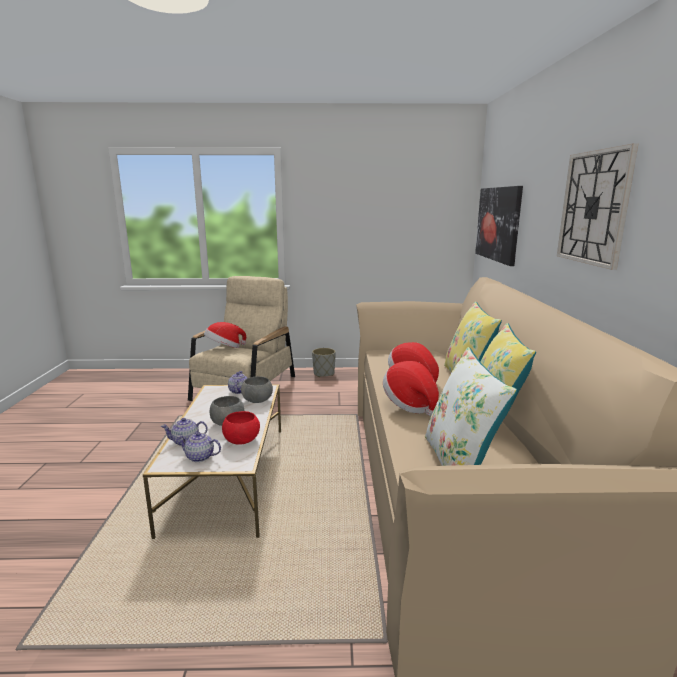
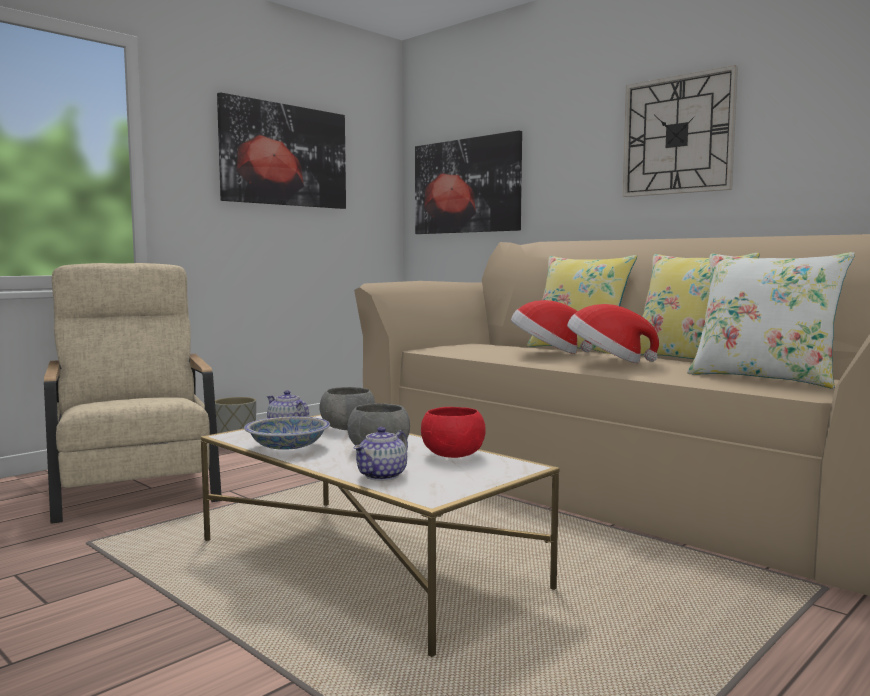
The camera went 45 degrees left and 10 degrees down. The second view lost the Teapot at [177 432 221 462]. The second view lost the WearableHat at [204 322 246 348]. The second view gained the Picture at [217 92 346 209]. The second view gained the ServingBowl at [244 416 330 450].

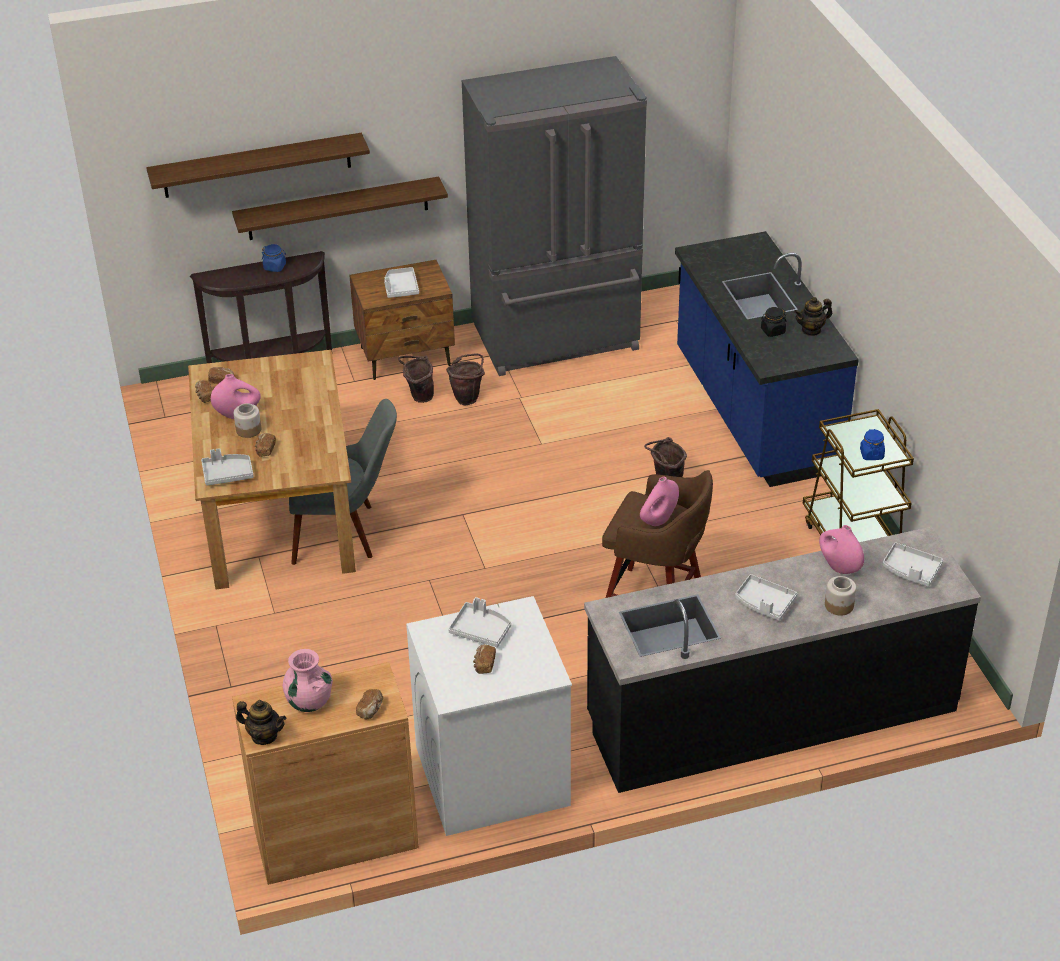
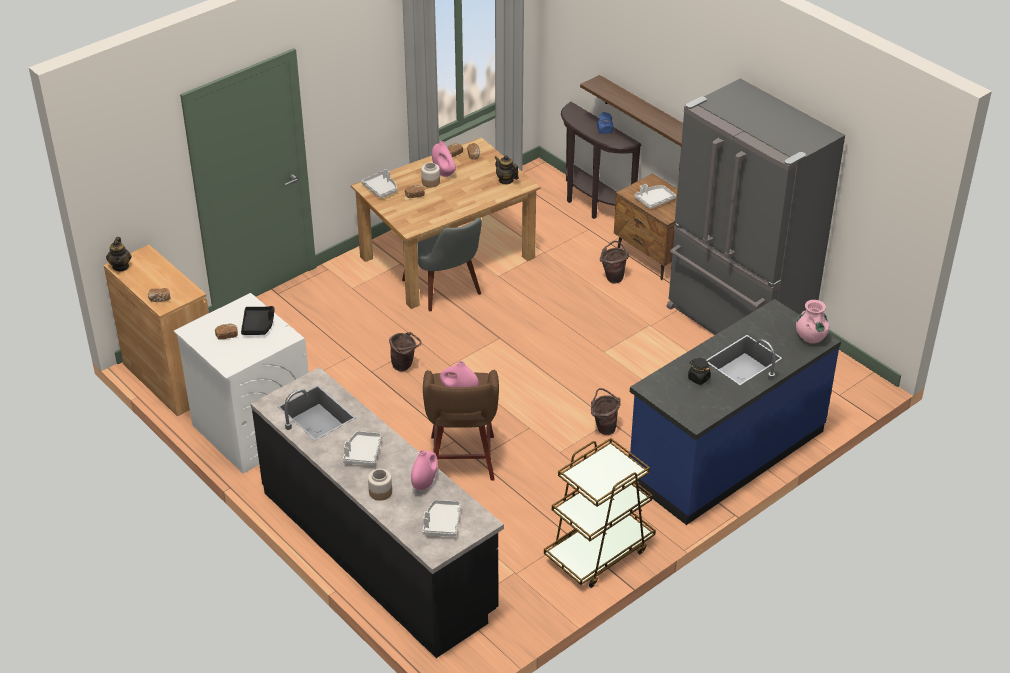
The camera went 65 degrees right and 0 degrees up. The second view lost the BracketShelf at [146 133 370 198]. The second view lost the BlueColouredStorageJar at [860 429 885 460]. The PinkDecorativeVase ended up elsewhere, having gone from [283 649 333 712] to [796 300 829 344]. The BrownishBucket ended up elsewhere, having gone from [446 353 485 405] to [389 332 422 371]. The Teapot ended up elsewhere, having gone from [794 297 832 336] to [494 155 519 185]. What was the WhiteTray at [448 597 511 647] turned into the BlackishTray at [241 306 275 335].

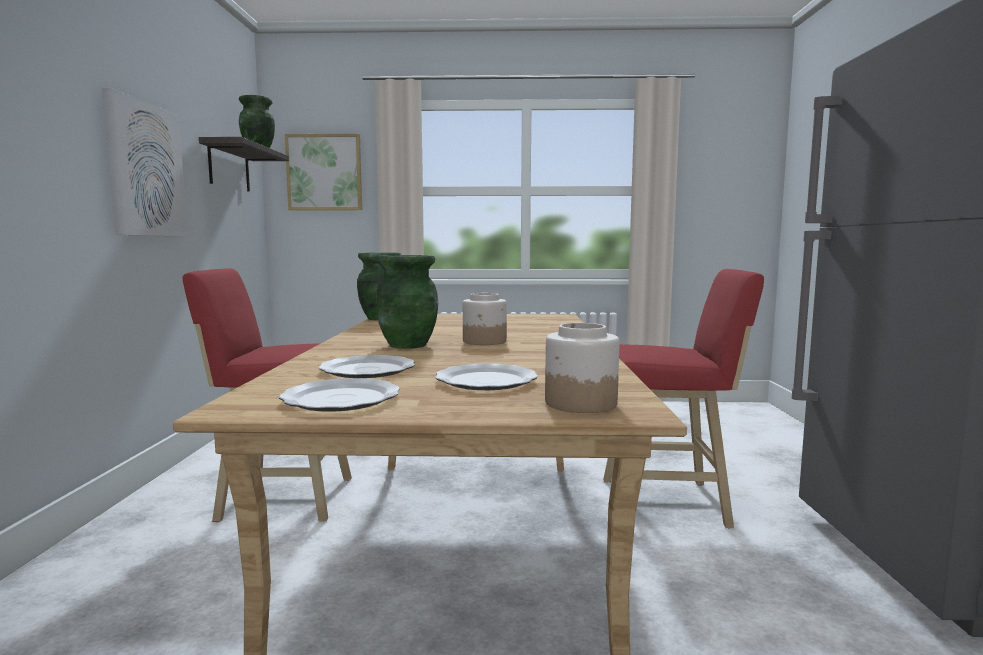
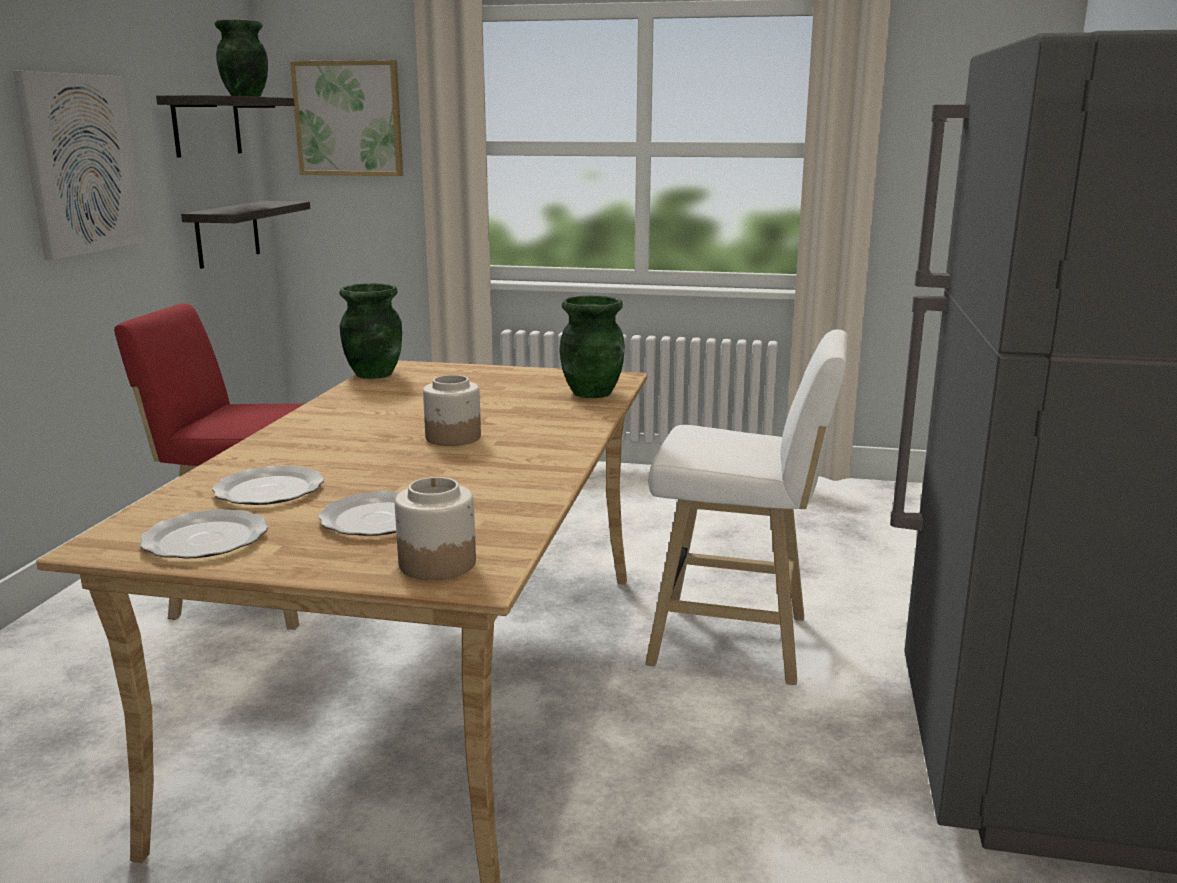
The camera went 10 degrees right and 10 degrees up. The second view gained the BracketShelf at [181 201 310 269]. The GreenishDecorativeVase ended up elsewhere, having gone from [375 255 438 349] to [559 296 625 398]. What was the ReddishStool at [603 269 764 529] turned into the WhiteStool at [645 329 848 685].

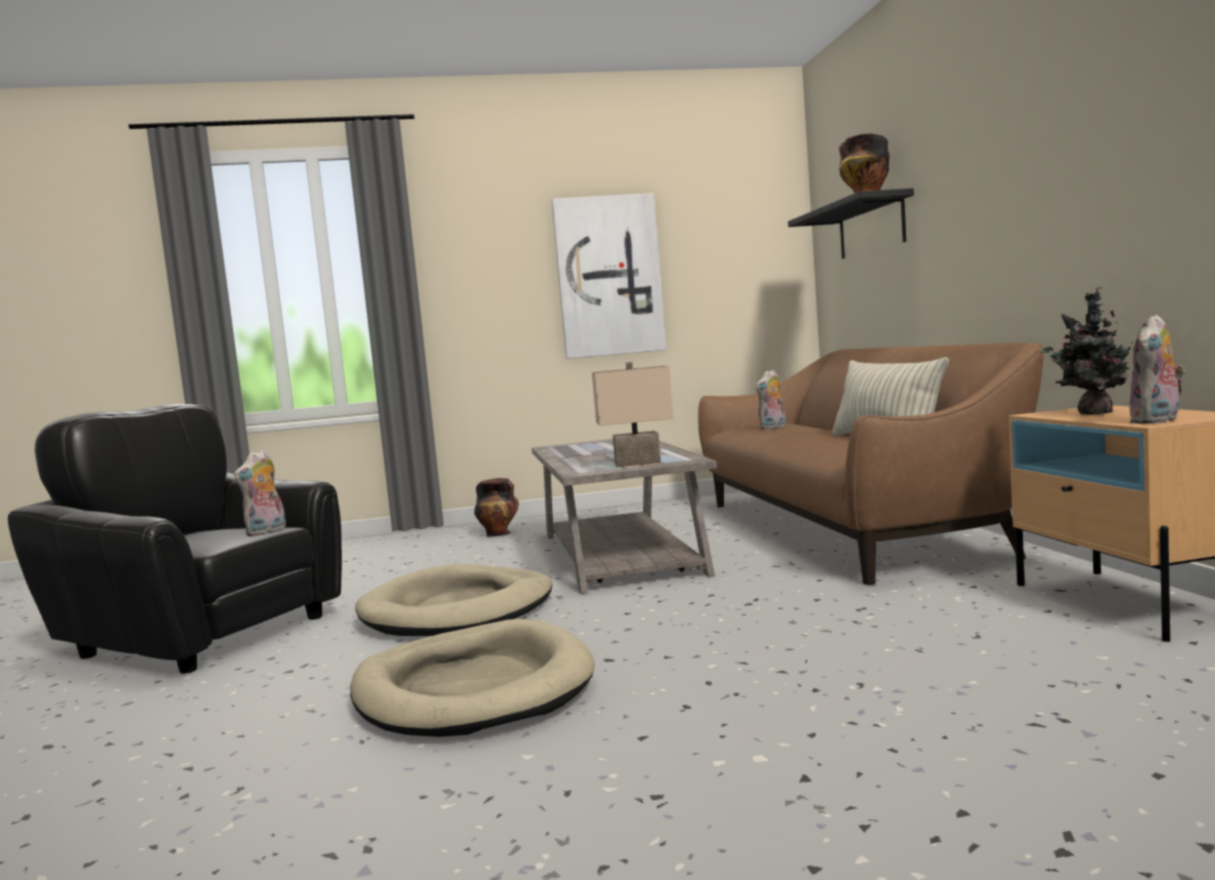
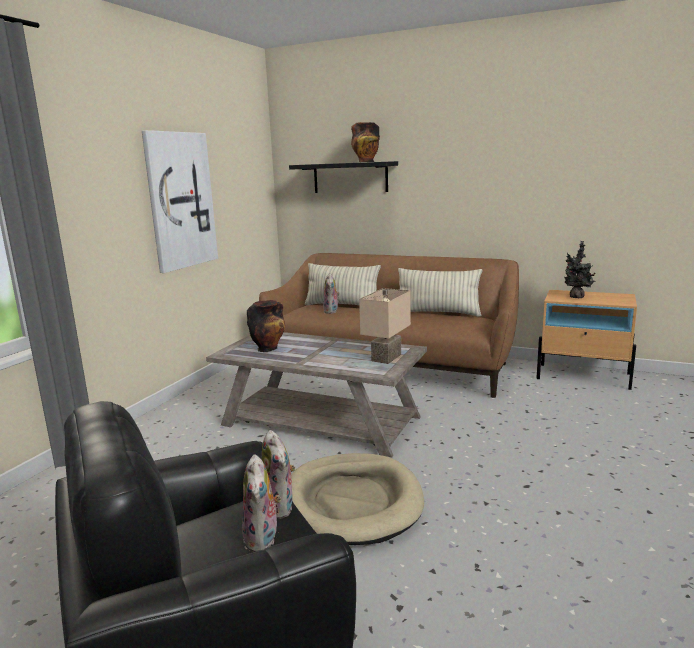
The camera went 55 degrees left and 10 degrees up. The second view lost the BeigeDogBed at [350 619 595 737]. The second view gained the Cushion at [305 263 381 305]. The DecorativeVase ended up elsewhere, having gone from [474 478 519 537] to [247 300 285 352]. The SoftToy ended up elsewhere, having gone from [1129 315 1186 424] to [242 454 281 552].

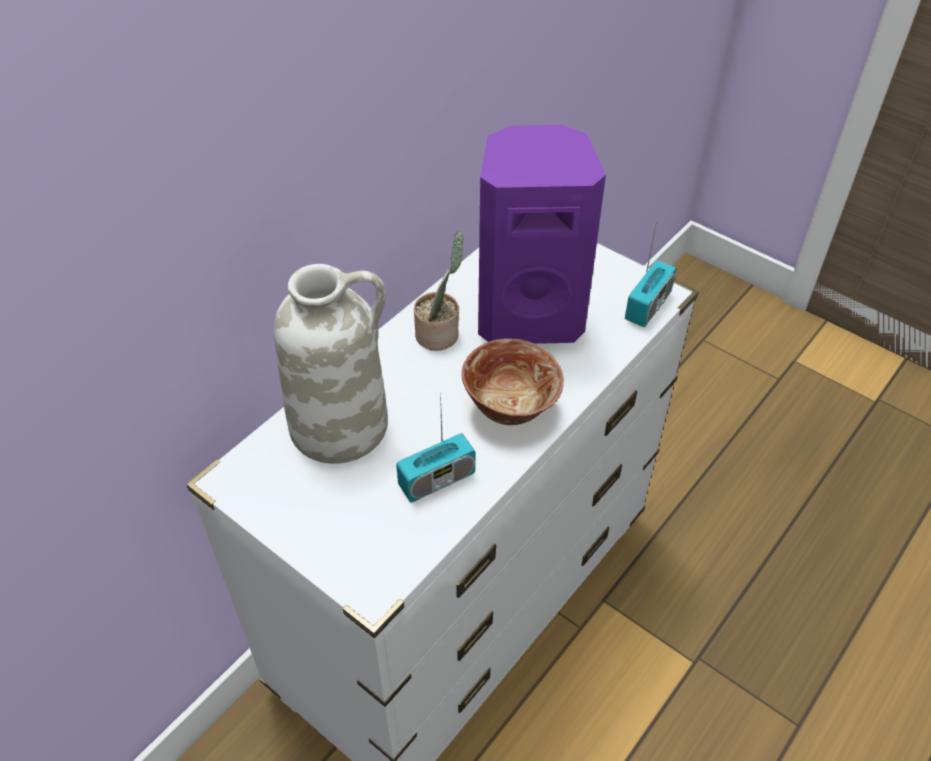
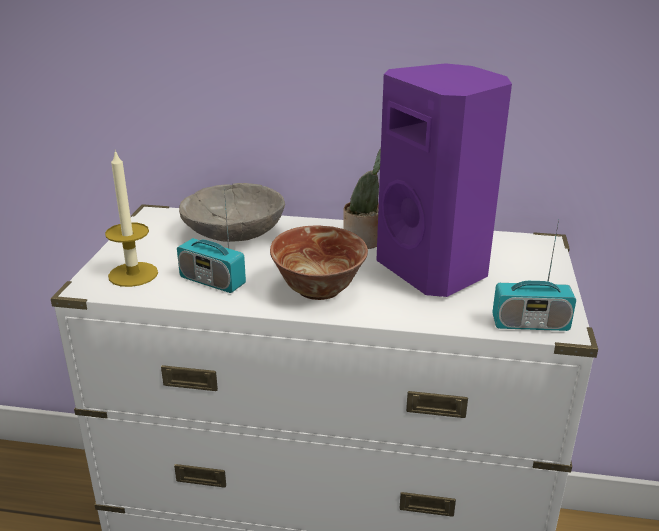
The camera went 60 degrees right and 20 degrees down. The second view gained the Candle at [105 149 158 287]. Where the WhiteDecorativeVase stood at [274 264 388 464], the GrayServingBowl came to stand at [179 183 285 242].

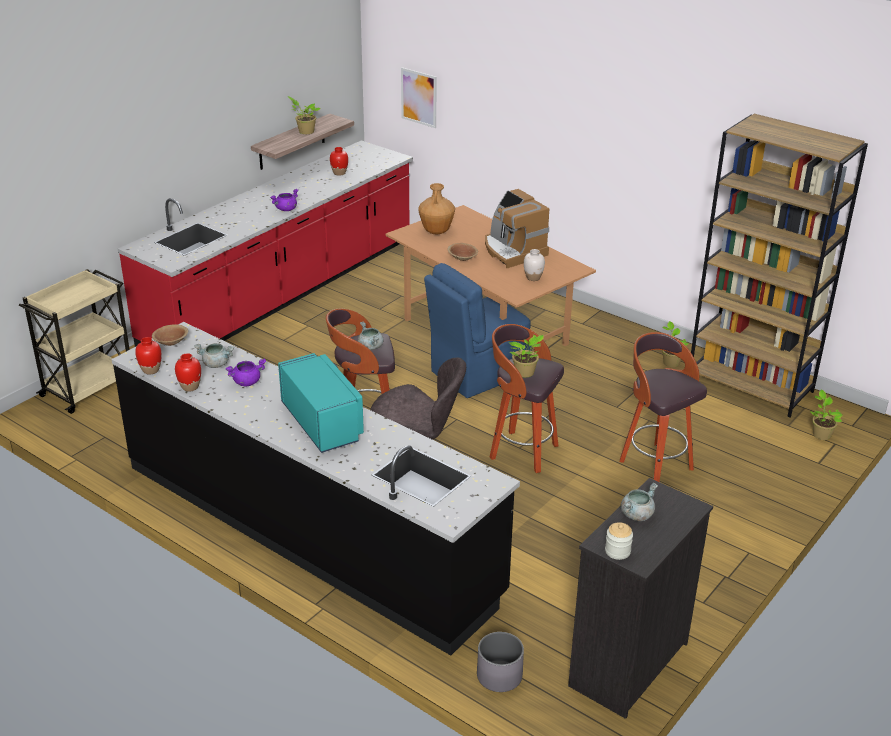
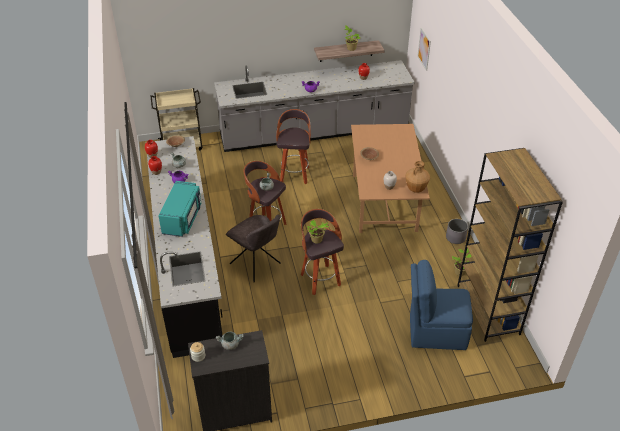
The camera went 40 degrees right and 10 degrees up. The second view lost the CoffeeBrewer at [485 189 549 268]. The second view lost the Houseplant at [810 389 843 440]. The BrownishDecorativeVase ended up elsewhere, having gone from [418 183 455 234] to [405 161 430 193]. The BlueColouredChair ended up elsewhere, having gone from [424 263 531 398] to [410 260 473 350]. The GrayPlantPot ended up elsewhere, having gone from [477 632 524 692] to [446 219 468 244]. The Stool ended up elsewhere, having gone from [620 332 707 482] to [276 109 311 184]. What was the ReddishKitchenBaseUnit at [118 140 413 347] turned into the GrayKitchenBaseUnit at [214 60 415 152].

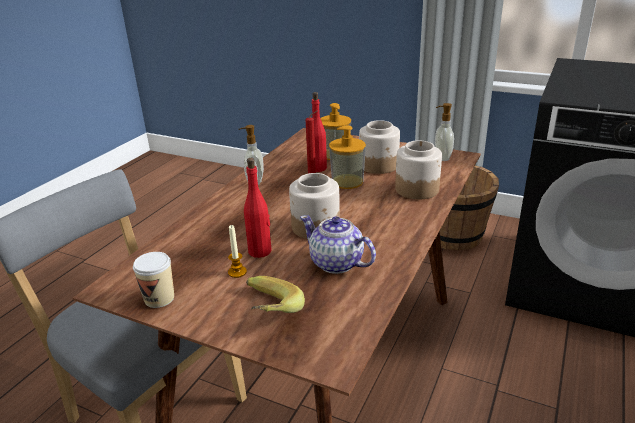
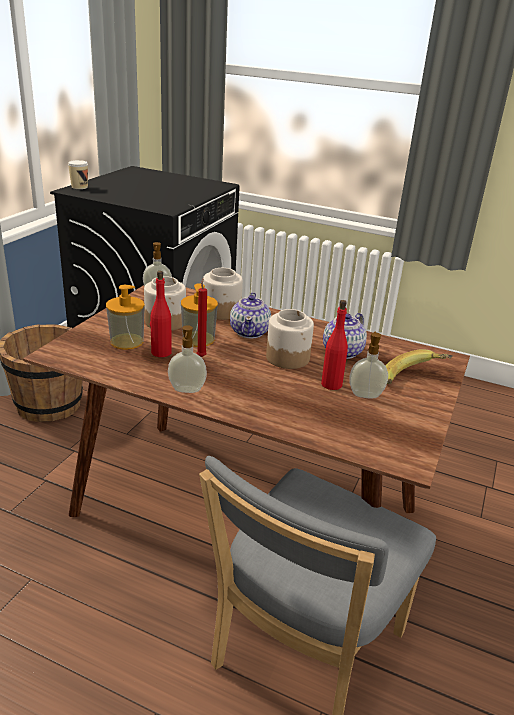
The camera went 95 degrees left and 0 degrees up. The second view gained the Teapot at [230 292 271 338]. The SmallCup ended up elsewhere, having gone from [133 252 174 308] to [68 160 88 189]. Where the Candle stood at [228 225 247 278], the SoapBottle came to stand at [349 331 388 398].

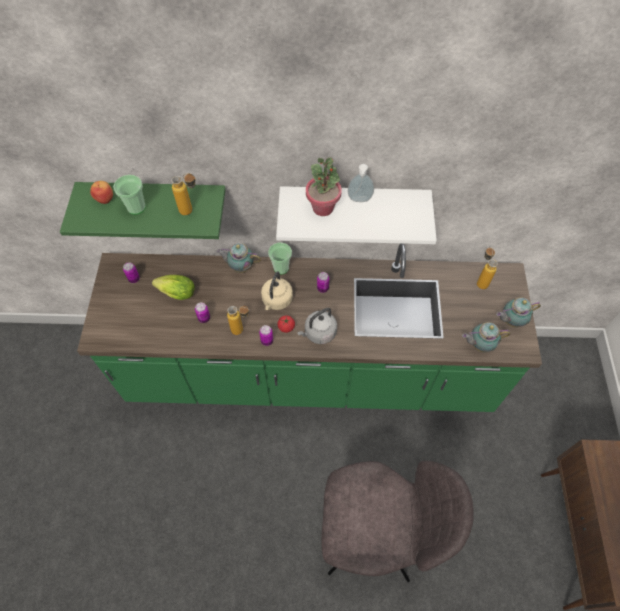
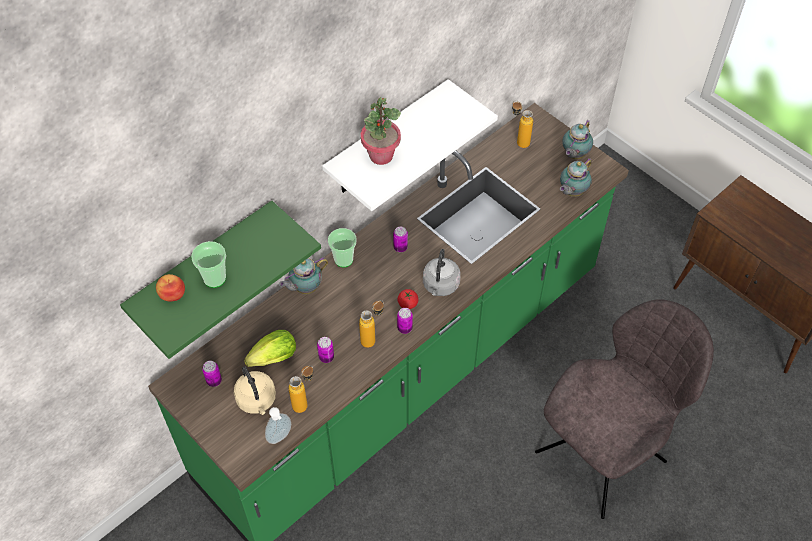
The camera went 45 degrees left and 5 degrees down. The Bottle ended up elsewhere, having gone from [171 173 196 215] to [289 366 313 413]. The BeigeWaterKettle ended up elsewhere, having gone from [261 271 293 310] to [234 366 276 415]. The SoapBottle ended up elsewhere, having gone from [348 164 374 202] to [265 407 291 444].

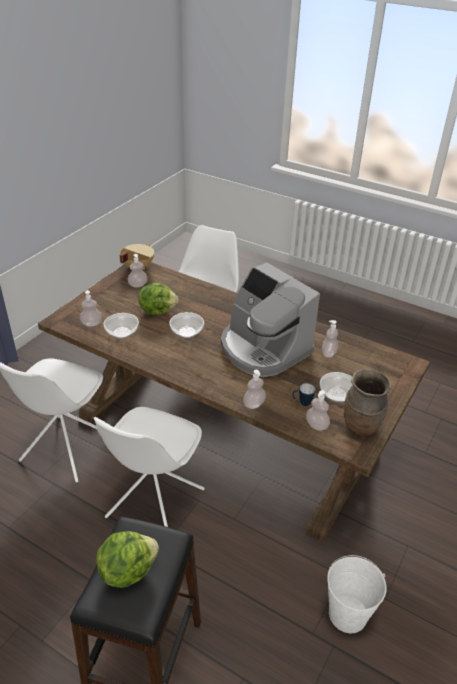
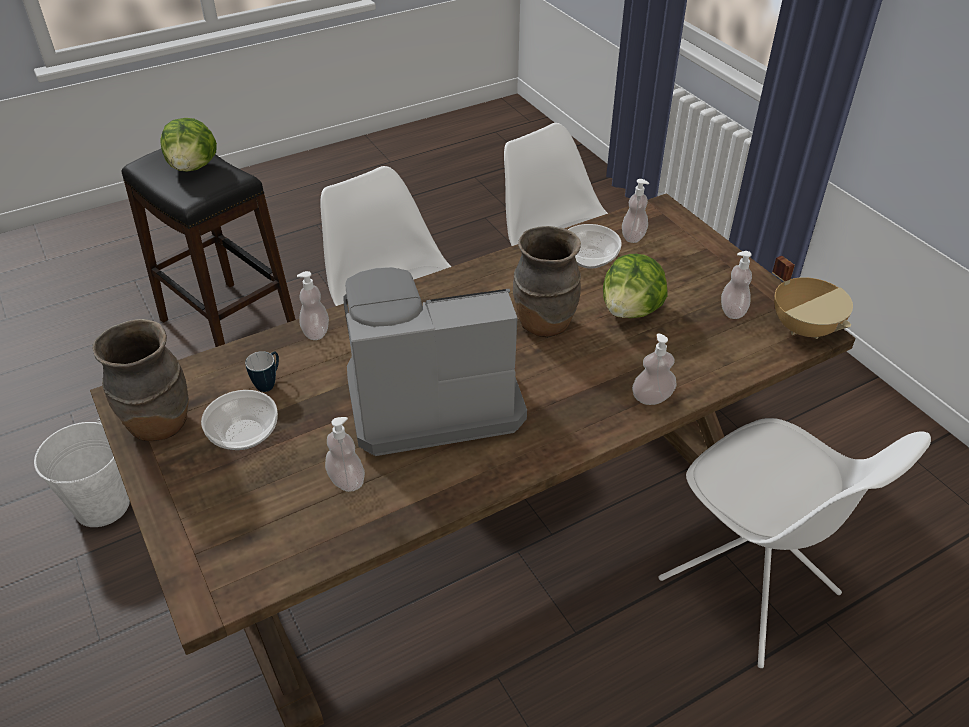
The camera went 120 degrees right and 5 degrees up. The SoapBottle ended up elsewhere, having gone from [306 390 330 431] to [632 333 677 405]. Where the ServingBowl stood at [170 312 204 338], the BrownishDecorativeVase came to stand at [513 226 581 337].

